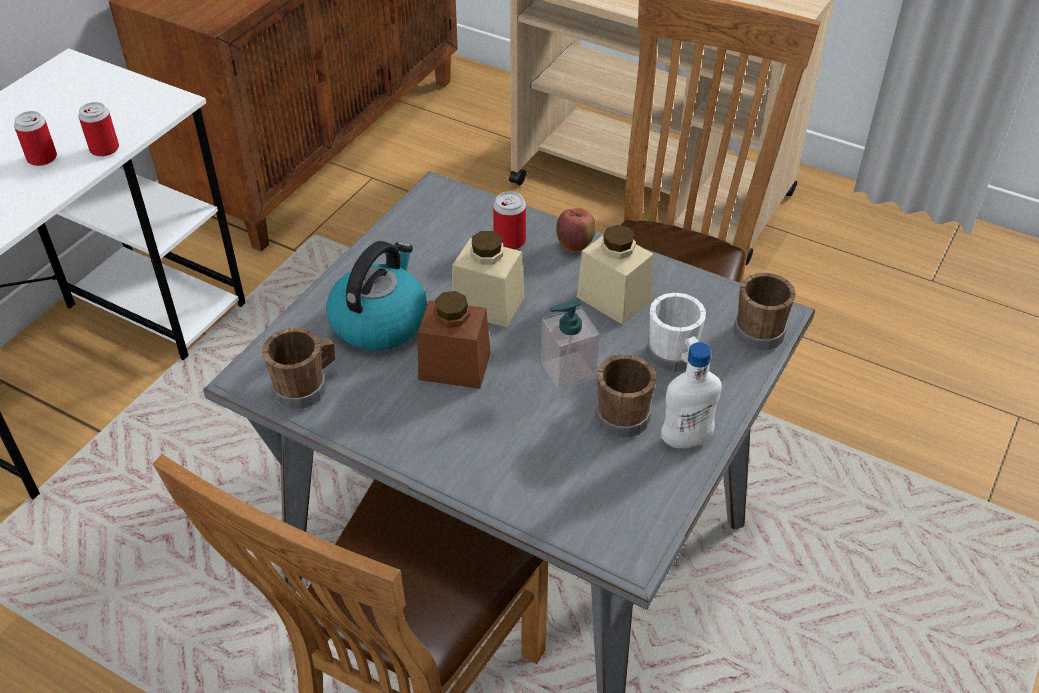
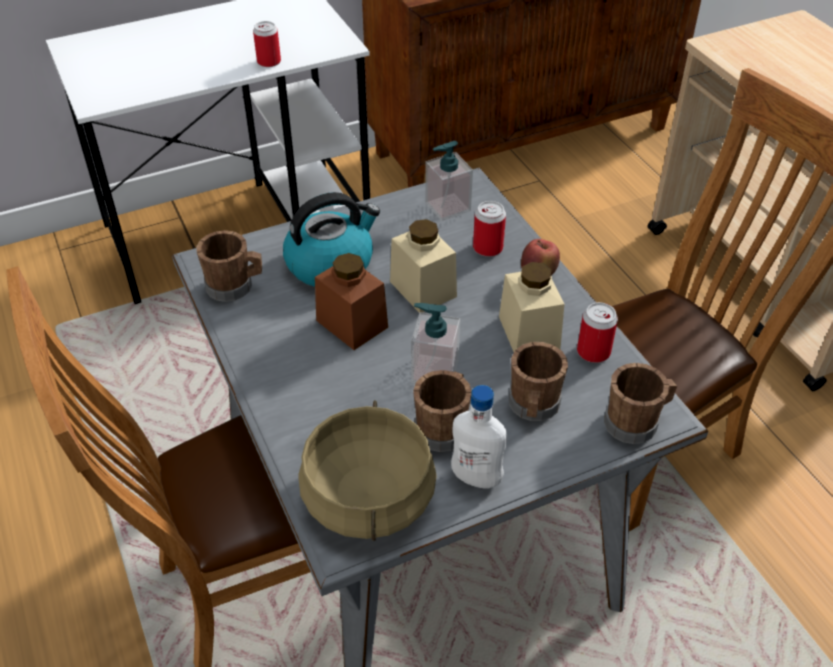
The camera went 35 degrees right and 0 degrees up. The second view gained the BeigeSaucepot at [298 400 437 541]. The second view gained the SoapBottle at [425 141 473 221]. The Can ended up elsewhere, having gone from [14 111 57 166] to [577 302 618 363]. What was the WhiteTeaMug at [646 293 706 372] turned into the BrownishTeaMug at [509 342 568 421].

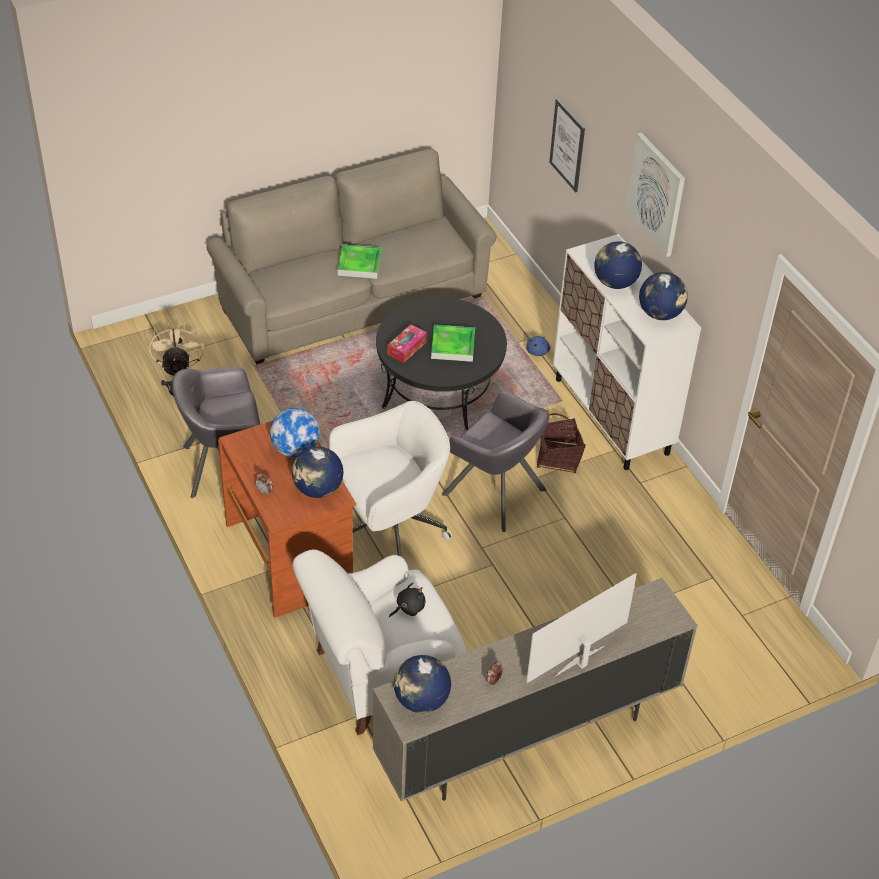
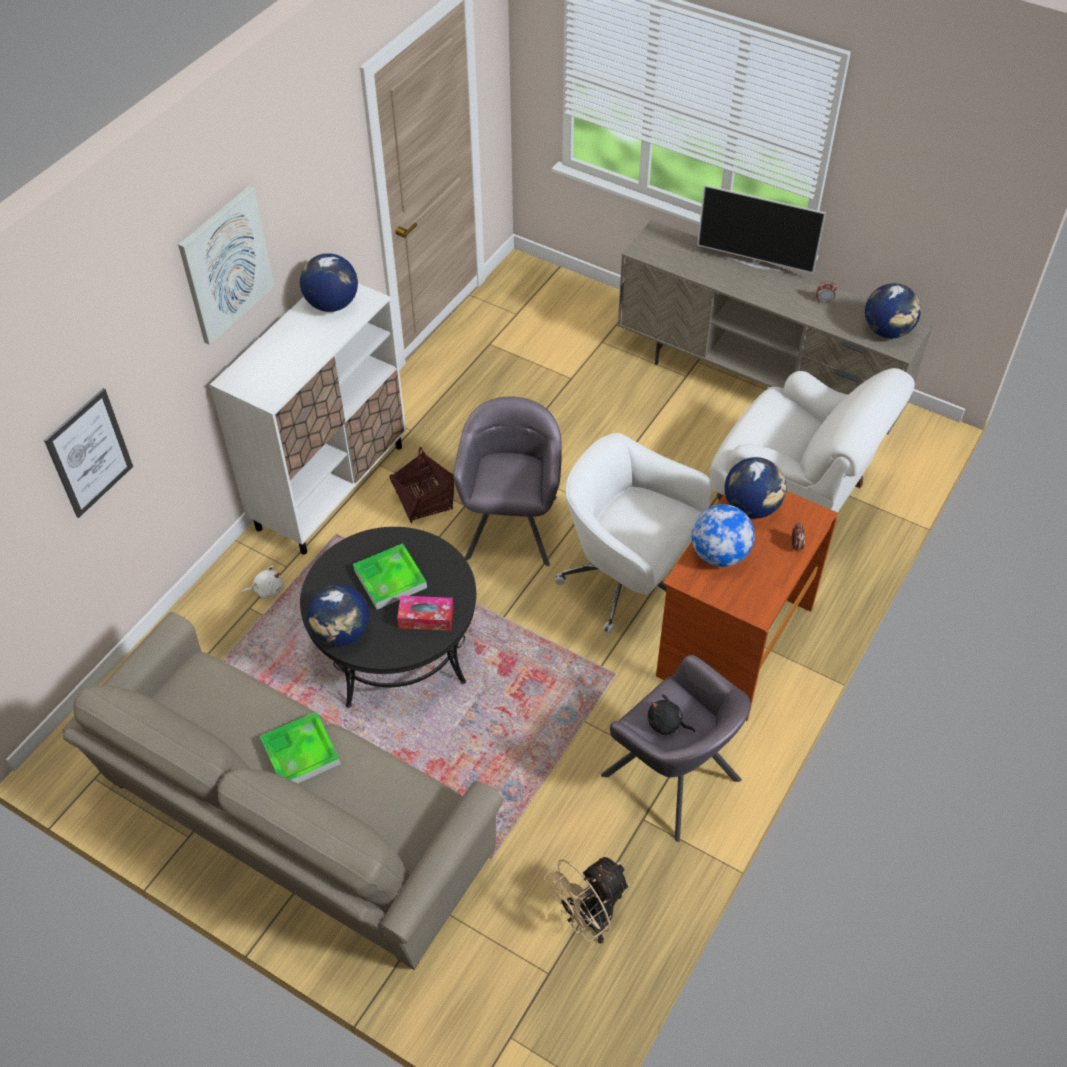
The camera went 120 degrees left and 5 degrees up. The BlackishSoftToy ended up elsewhere, having gone from [389 582 425 617] to [648 694 695 735]. The Globe ended up elsewhere, having gone from [594 241 642 289] to [307 585 369 646]. What was the BlueColouredSoftToy at [526 336 550 356] turned into the WhiteSoftToy at [242 566 283 599].

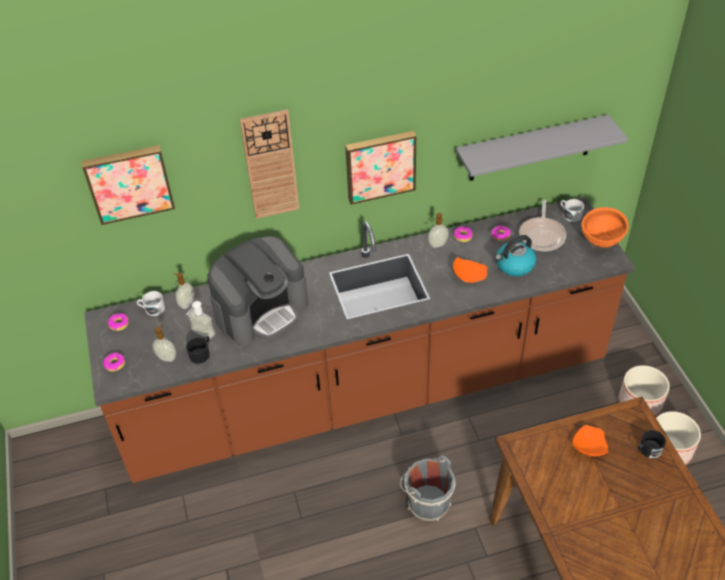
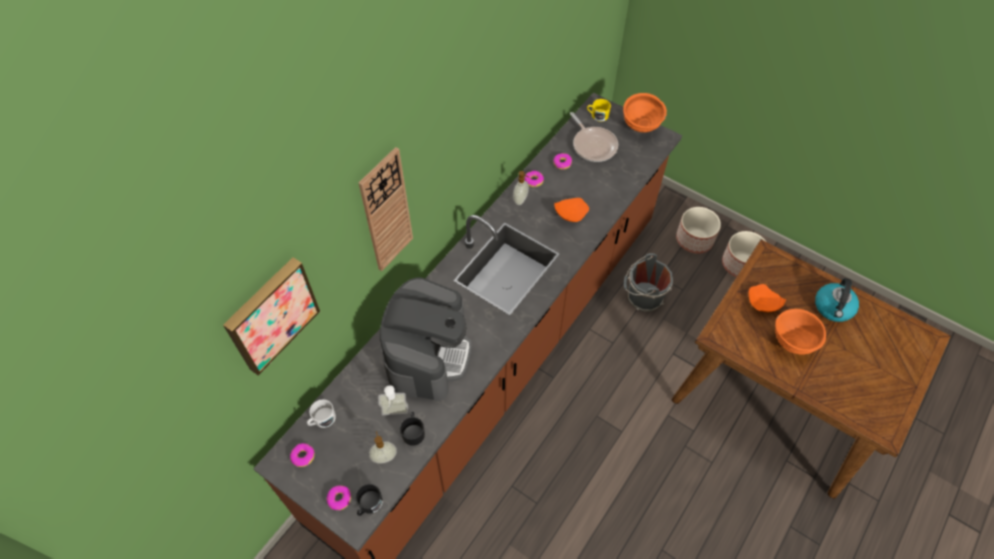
The camera went 40 degrees left and 10 degrees up. The second view lost the SoapBottle at [173 272 194 309]. The second view lost the Picture at [345 131 416 205]. The second view lost the GrayBracketShelf at [456 115 628 181]. The second view gained the OrangeColouredServingBowl at [775 309 826 355]. The GrayBucket ended up elsewhere, having gone from [400 455 455 522] to [624 253 673 312]. The WaterKettle ended up elsewhere, having gone from [495 235 536 277] to [815 278 859 322]. The BlackishTeaMug ended up elsewhere, having gone from [638 430 666 458] to [355 484 383 516]. What was the WhiteTeaMug at [561 199 584 222] turned into the YellowishTeaMug at [587 99 611 122].

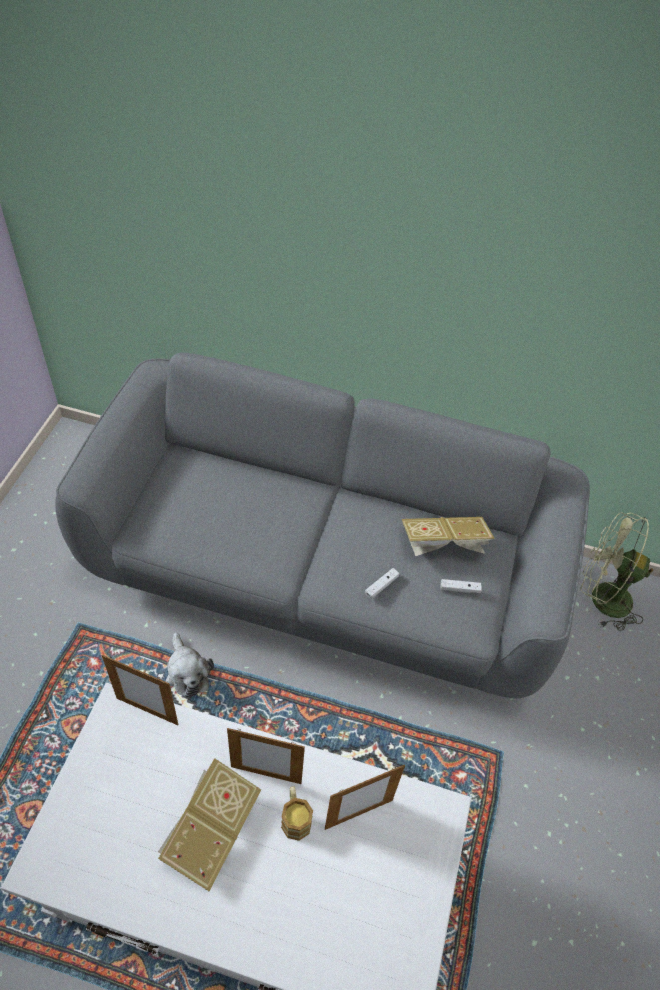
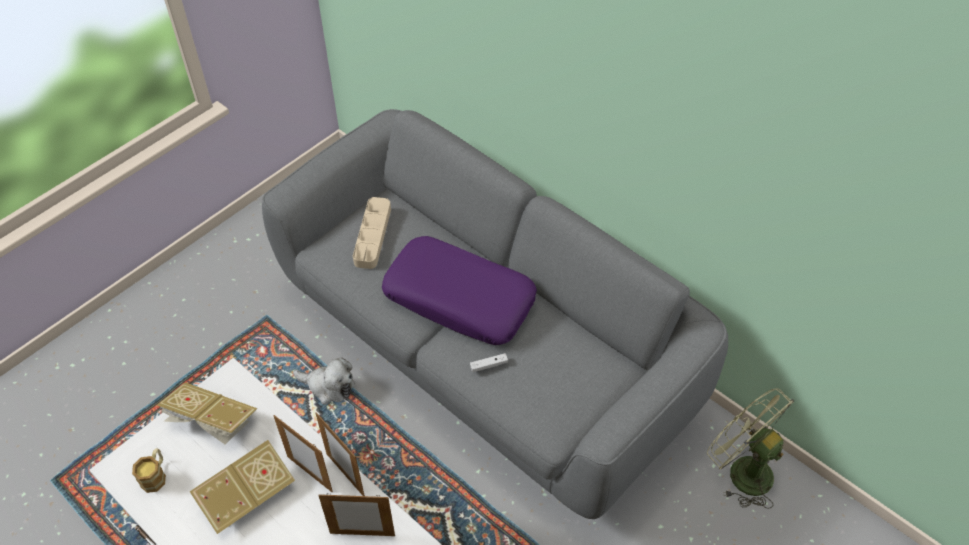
The camera went 30 degrees right and 0 degrees up. The second view lost the WhiteJoypad at [440 579 482 593]. The second view gained the BeigeTray at [353 197 391 269]. The second view gained the PurplishCushion at [382 236 537 345]. The PhotoFrame ended up elsewhere, having gone from [102 655 178 725] to [315 412 365 496]. The TeaMug ended up elsewhere, having gone from [281 786 313 841] to [132 448 166 493]. The Book ended up elsewhere, having gone from [402 517 495 556] to [157 382 257 444]. The SoftToy at [165 632 214 698] ended up facing another way, 75 degrees counterclockwise from before.

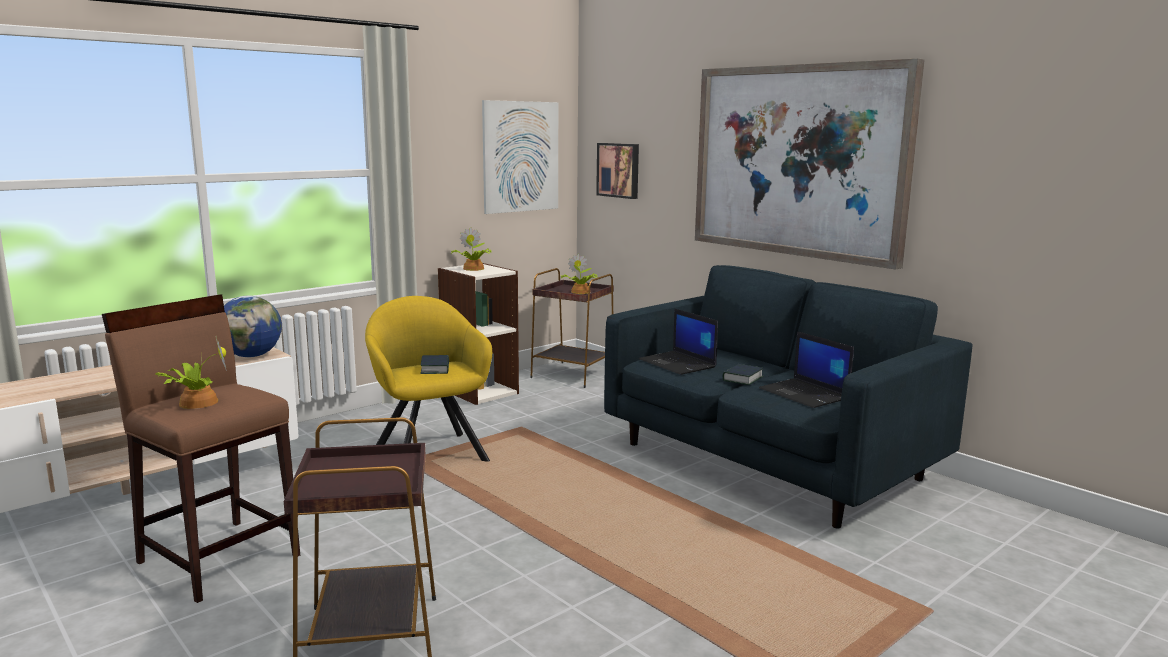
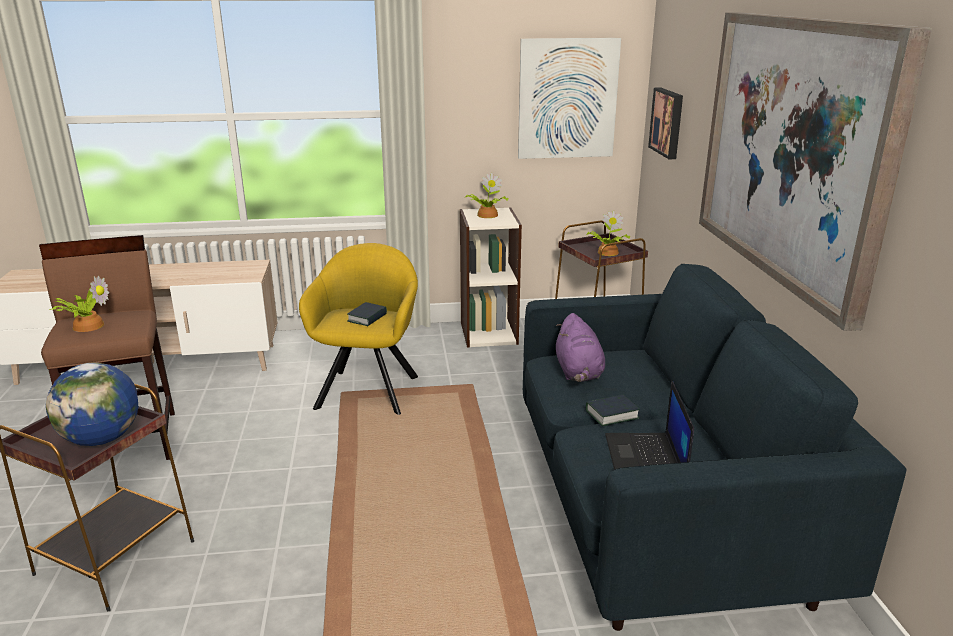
The camera went 35 degrees right and 10 degrees up. The Globe ended up elsewhere, having gone from [224 295 282 357] to [46 362 138 446]. Where the Laptop stood at [639 308 718 375], the PurplishSoftToy came to stand at [556 313 605 382].

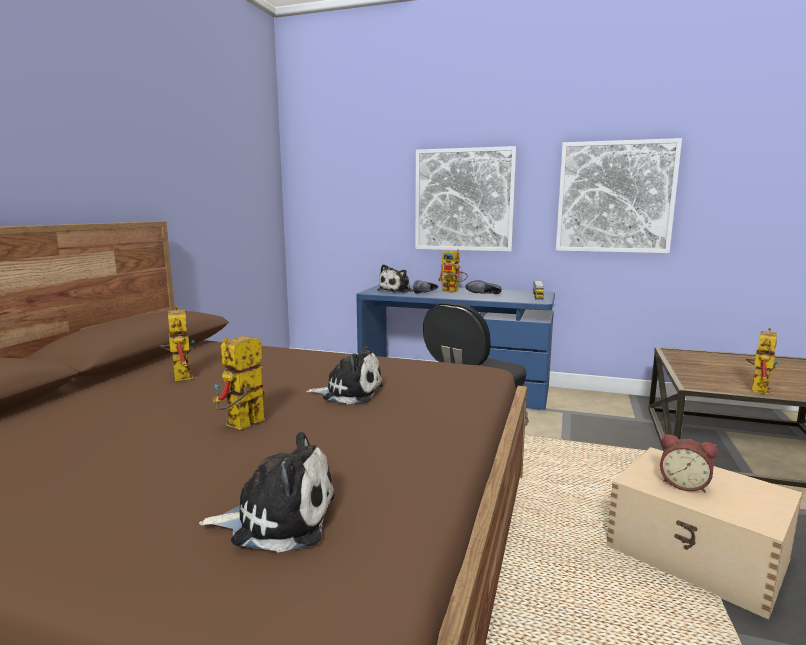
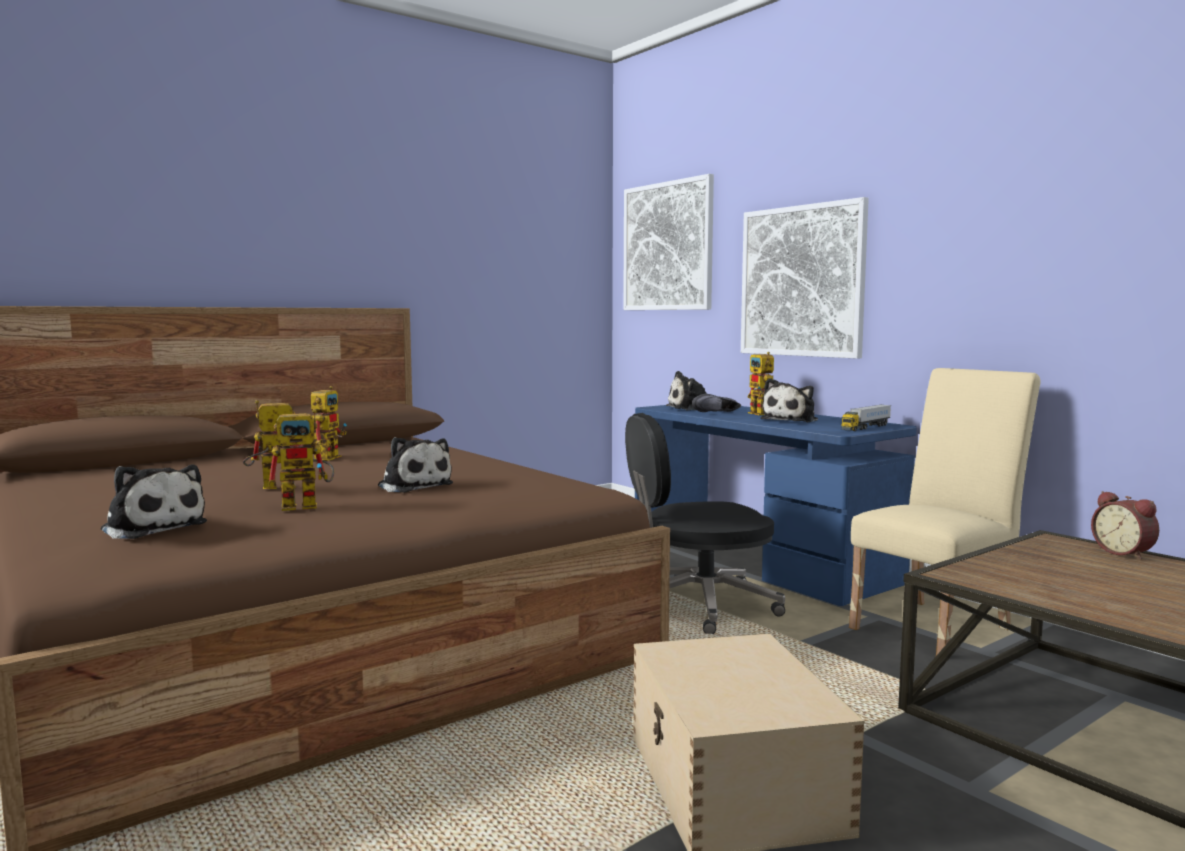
The camera went 35 degrees right and 5 degrees down. The second view gained the BeigeChair at [849 368 1041 656]. The Picture ended up elsewhere, having gone from [556 138 682 253] to [623 174 714 310]. The TableClock ended up elsewhere, having gone from [660 434 717 492] to [1091 491 1159 559]. The ModelRobot ended up elsewhere, having gone from [746 328 780 394] to [267 409 334 511]. Where the BlackishLowShoe stood at [465 280 502 294], the SoftToy came to stand at [760 378 818 423].

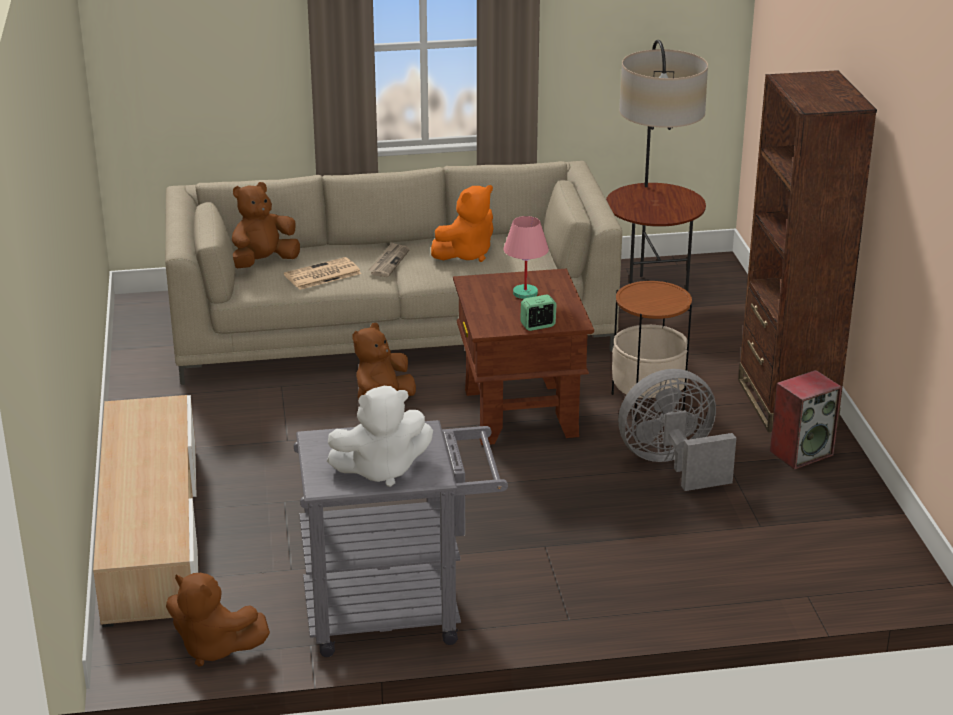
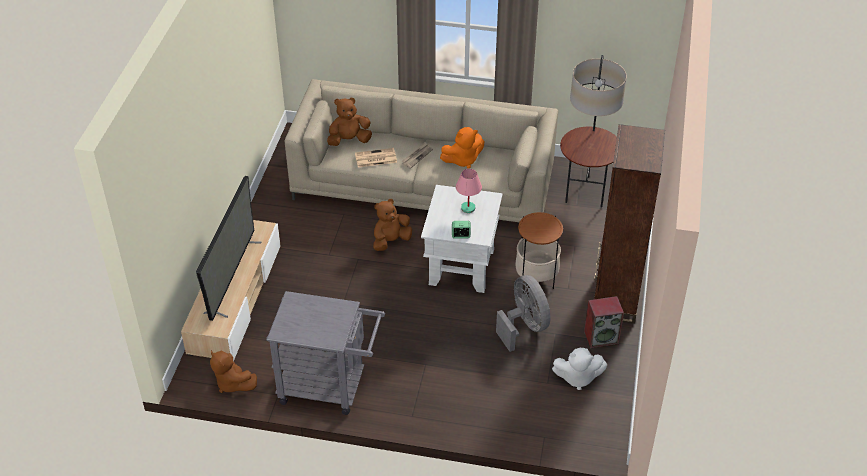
The camera went 20 degrees right and 15 degrees up. The second view gained the TvSet at [196 176 262 321]. The WhiteSoftToy ended up elsewhere, having gone from [327 386 433 487] to [552 348 607 390]. What was the BrownishSideTable at [453 268 594 445] turned into the WhiteSideTable at [421 185 503 293]. The GrayFan at [618 369 736 491] ended up facing another way, 60 degrees clockwise from before.

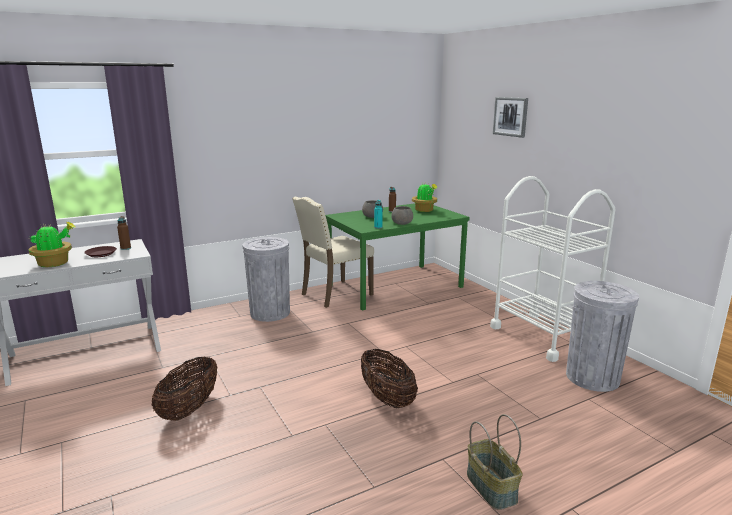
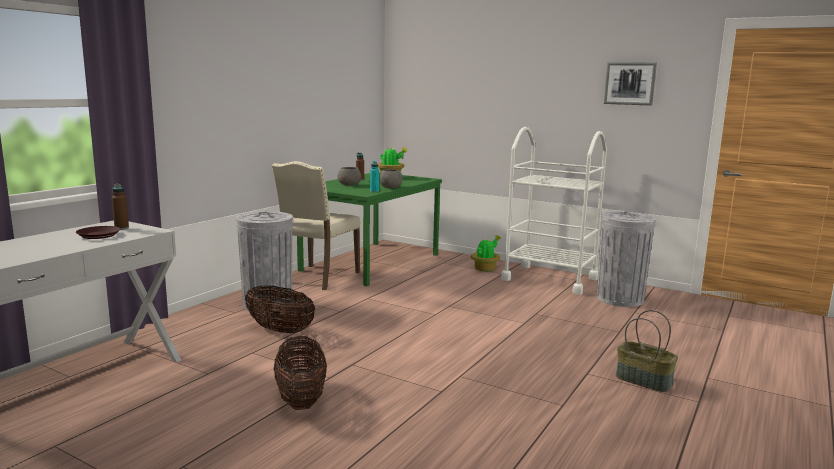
The camera went 30 degrees left and 5 degrees down. The Houseplant ended up elsewhere, having gone from [28 222 75 267] to [471 235 501 271]. The StorageBasket ended up elsewhere, having gone from [361 349 418 408] to [245 286 315 333]. The Picture ended up elsewhere, having gone from [493 97 528 138] to [604 62 657 106].

